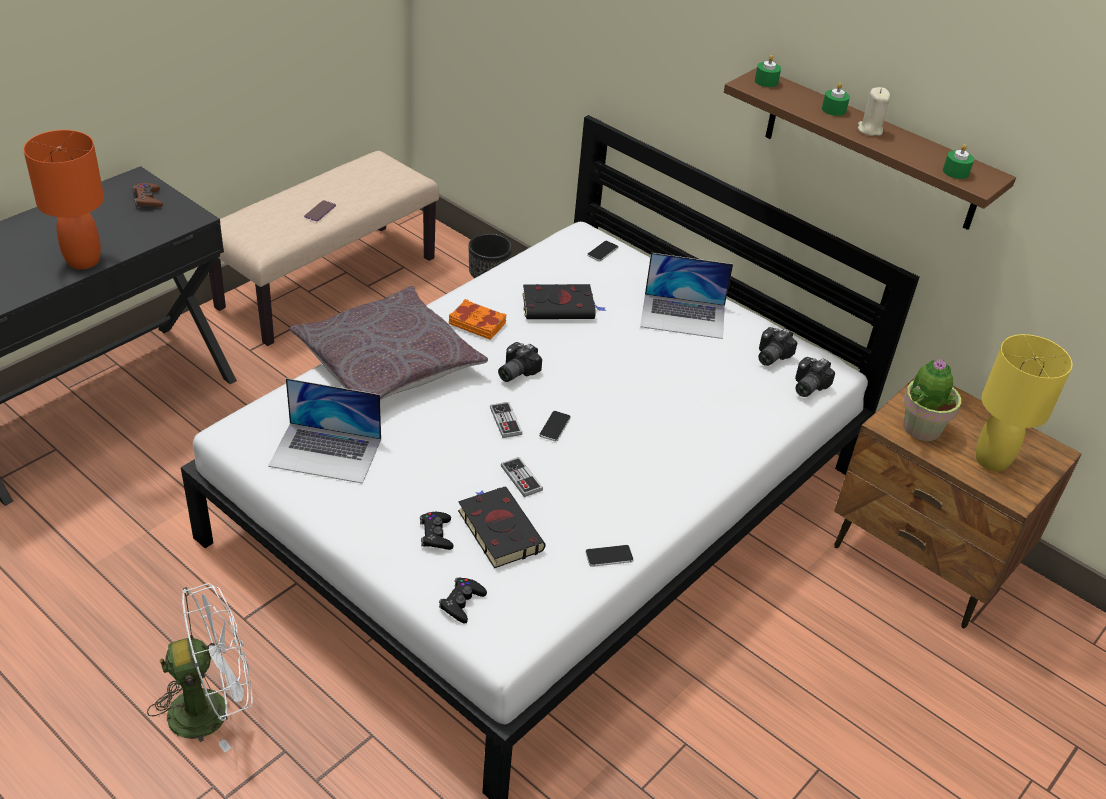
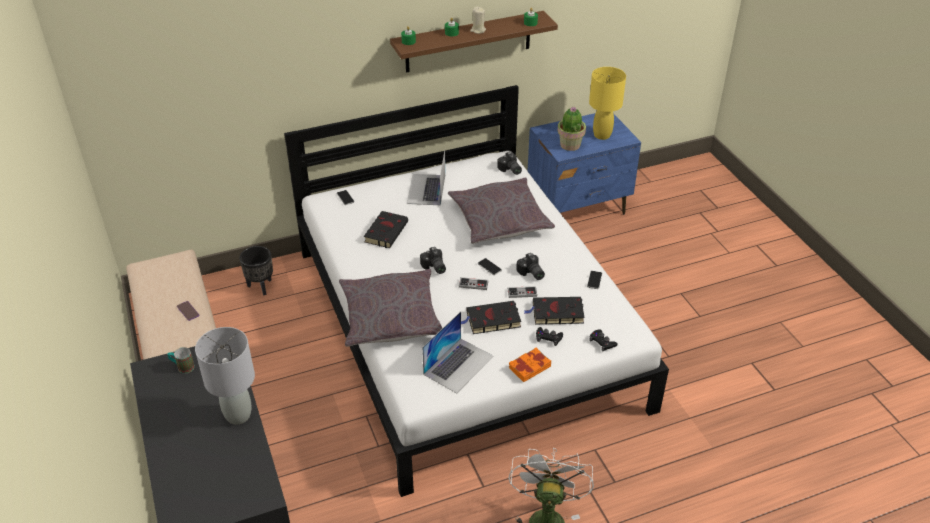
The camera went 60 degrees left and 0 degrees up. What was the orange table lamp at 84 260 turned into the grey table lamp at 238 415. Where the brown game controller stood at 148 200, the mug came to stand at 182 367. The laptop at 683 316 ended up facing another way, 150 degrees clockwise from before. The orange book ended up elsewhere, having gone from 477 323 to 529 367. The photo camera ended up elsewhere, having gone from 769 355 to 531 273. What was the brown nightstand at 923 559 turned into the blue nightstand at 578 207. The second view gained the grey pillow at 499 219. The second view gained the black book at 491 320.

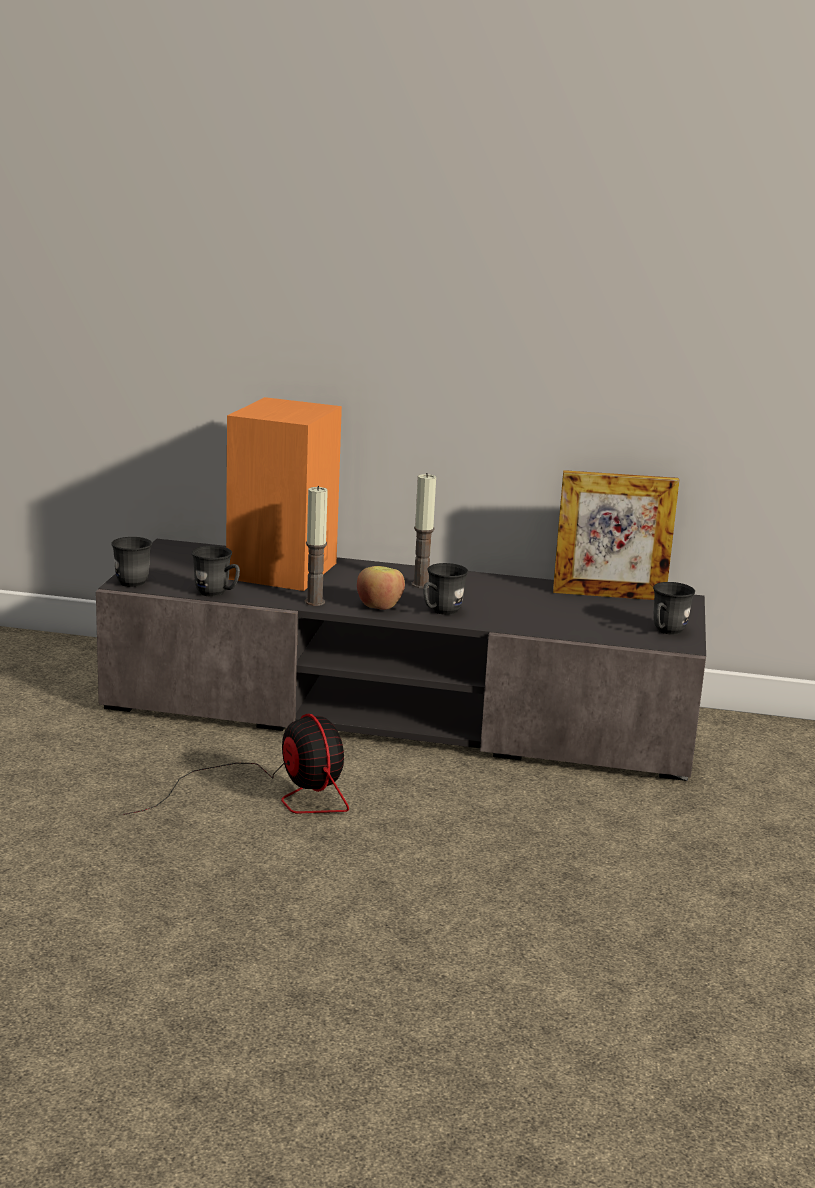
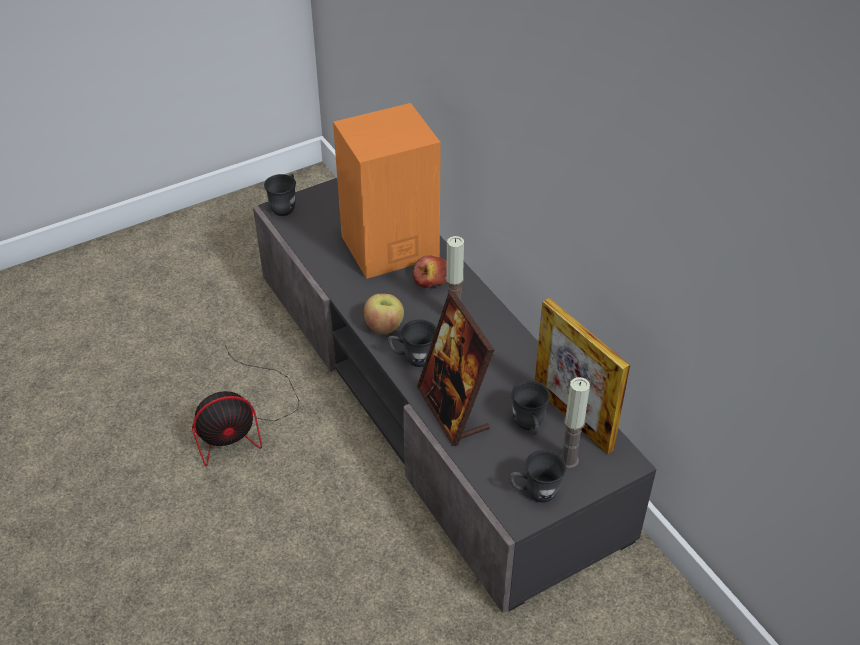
The camera went 50 degrees right and 25 degrees up. The candle ended up elsewhere, having gone from 314 602 to 568 460. The grey mug ended up elsewhere, having gone from 217 594 to 529 426. The fan at 272 795 ended up facing another way, 45 degrees clockwise from before. The second view gained the apple at 432 280. The second view gained the picture frame at 453 410.

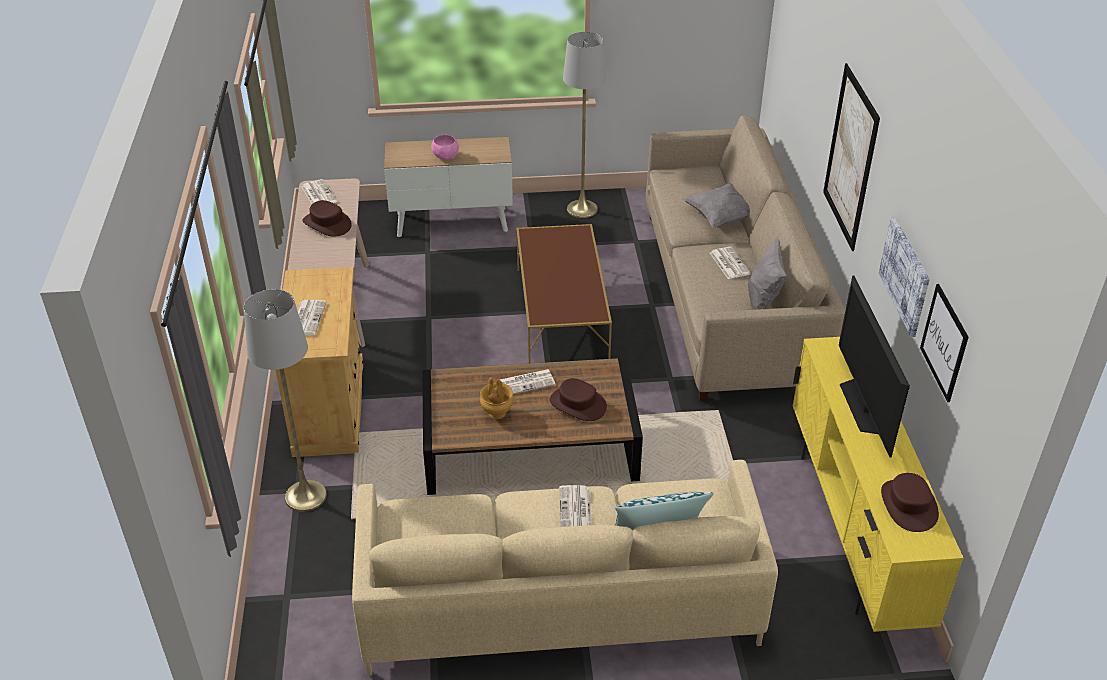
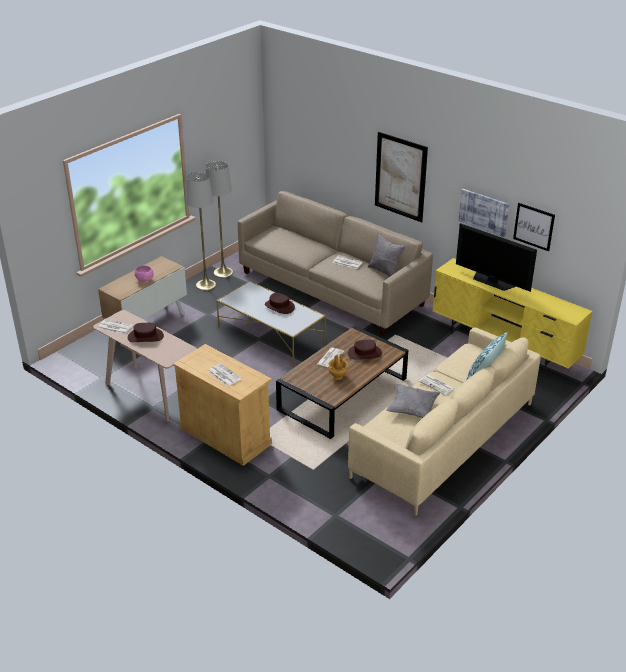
The camera went 45 degrees left and 5 degrees down. The grey pillow ended up elsewhere, having gone from 721 217 to 412 410. What was the brown coffee table at 561 316 turned into the white coffee table at 271 335. The grey floor lamp ended up elsewhere, having gone from 305 496 to 223 273. The brown hat ended up elsewhere, having gone from 908 505 to 279 306.

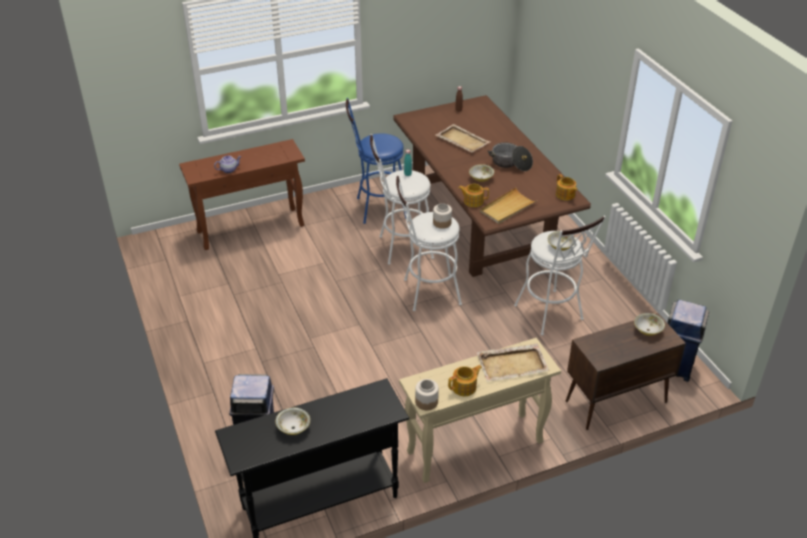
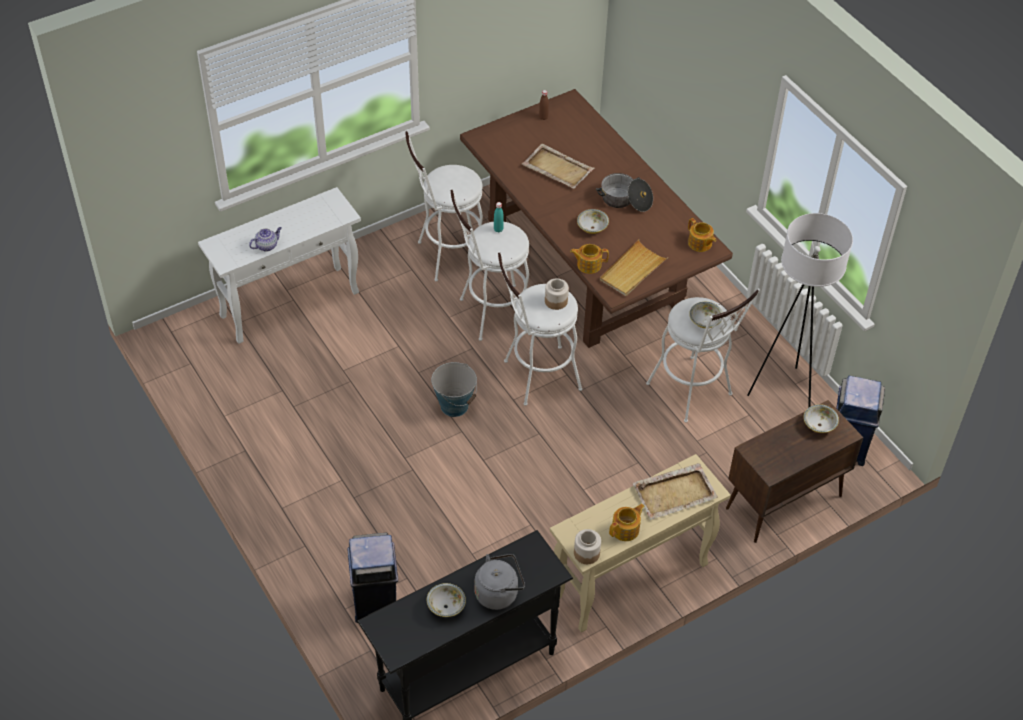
The camera went 10 degrees left and 10 degrees up. What was the blue stool at 376 208 turned into the white stool at 447 256. What was the brown console table at 251 228 turned into the white console table at 290 304. The second view gained the white floor lamp at 783 392. The second view gained the bucket at 454 405. The second view gained the grey kettle at 499 593.

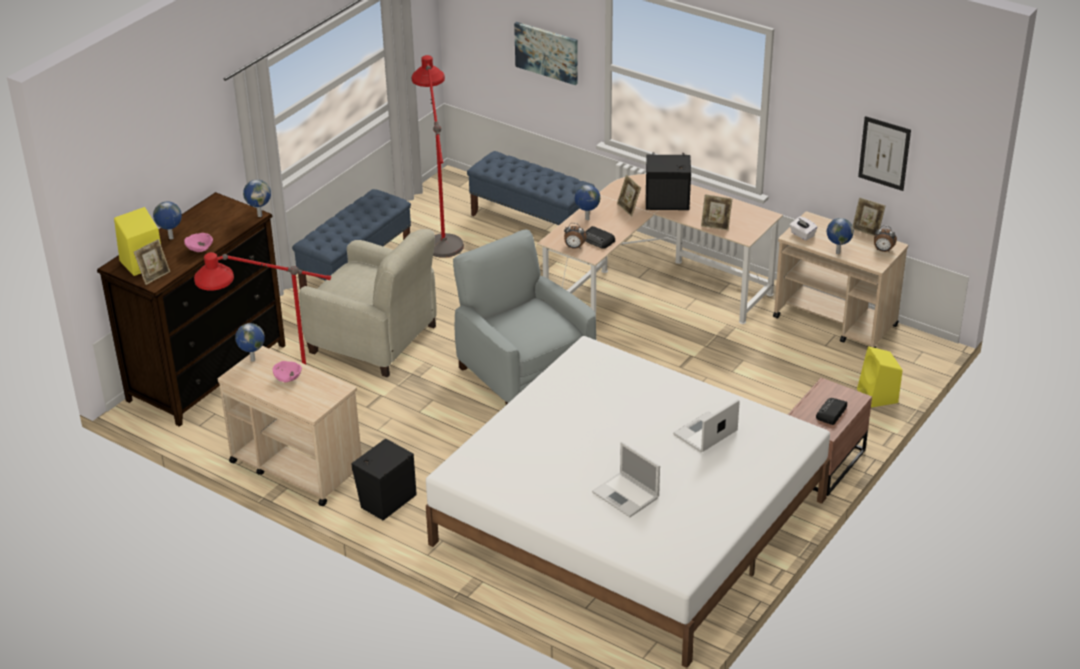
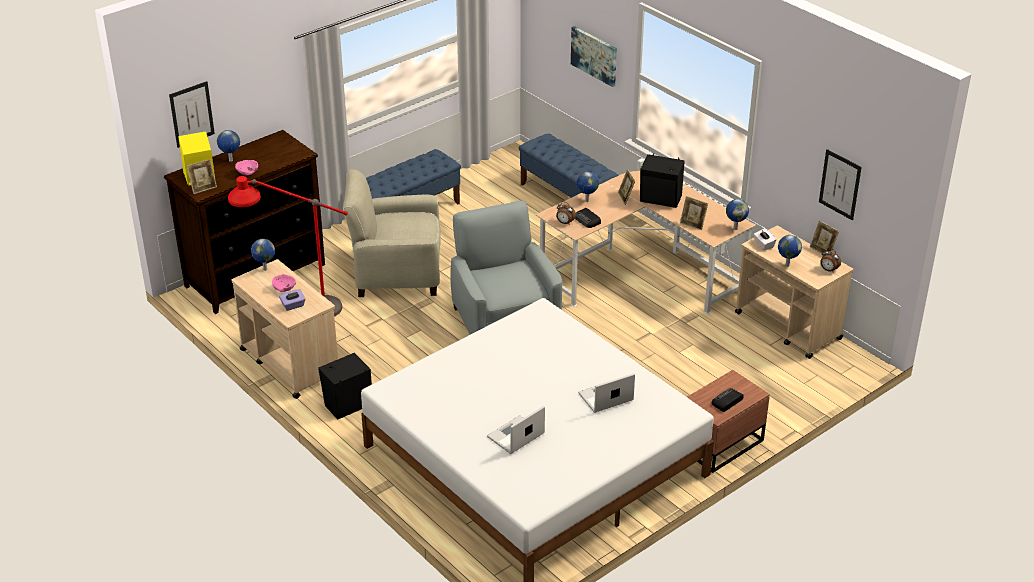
The camera went 15 degrees right and 0 degrees up. The second view lost the red floor lamp at 440 231. The globe ended up elsewhere, having gone from 260 215 to 735 228. The beige armchair at 374 340 ended up facing another way, 135 degrees clockwise from before. The second view lost the yellow speaker at 878 396. The laptop at 626 495 ended up facing another way, 75 degrees clockwise from before. The second view gained the picture at 191 114. The second view gained the purple tissue box at 293 305.

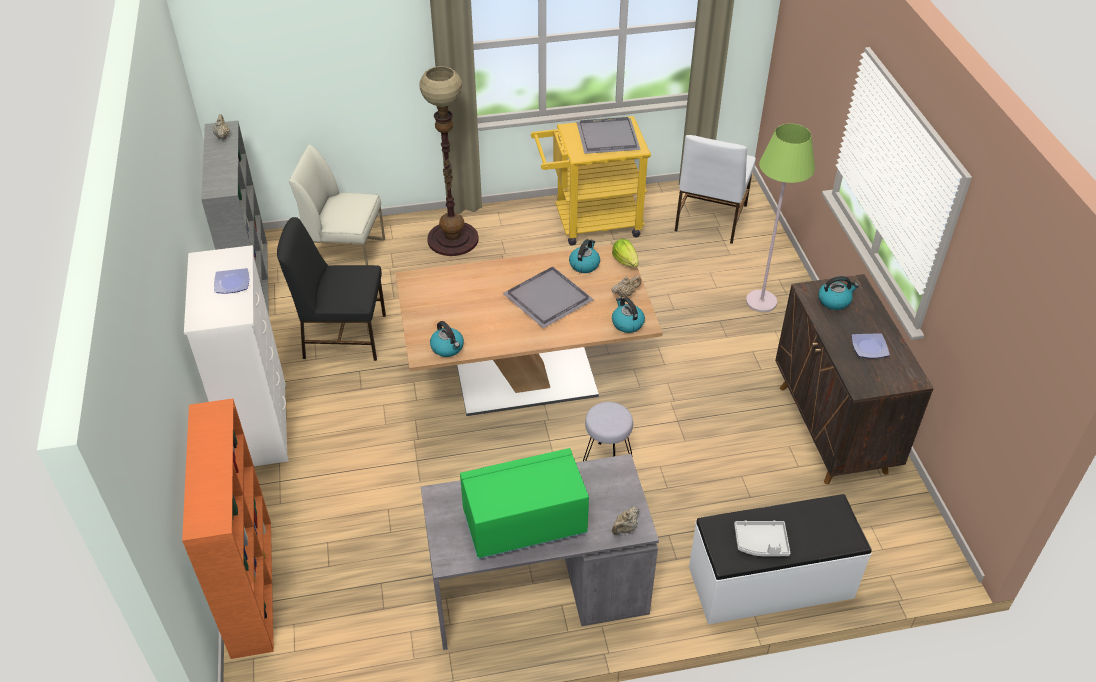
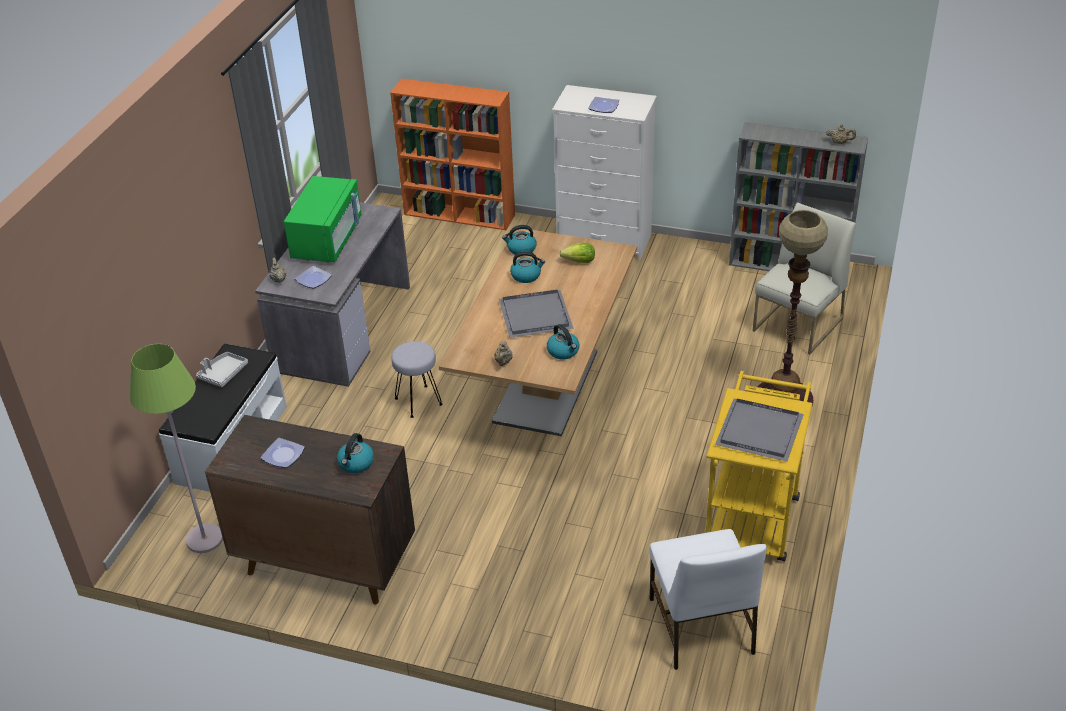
The camera went 120 degrees right and 5 degrees down. The green floor lamp ended up elsewhere, having gone from 761 302 to 204 539. The white chair at 710 218 ended up facing another way, 150 degrees counterclockwise from before. The second view lost the black chair at 343 335. The lettuce ended up elsewhere, having gone from 625 261 to 579 261. The kettle ended up elsewhere, having gone from 627 323 to 526 275. The second view gained the plate at 314 279.

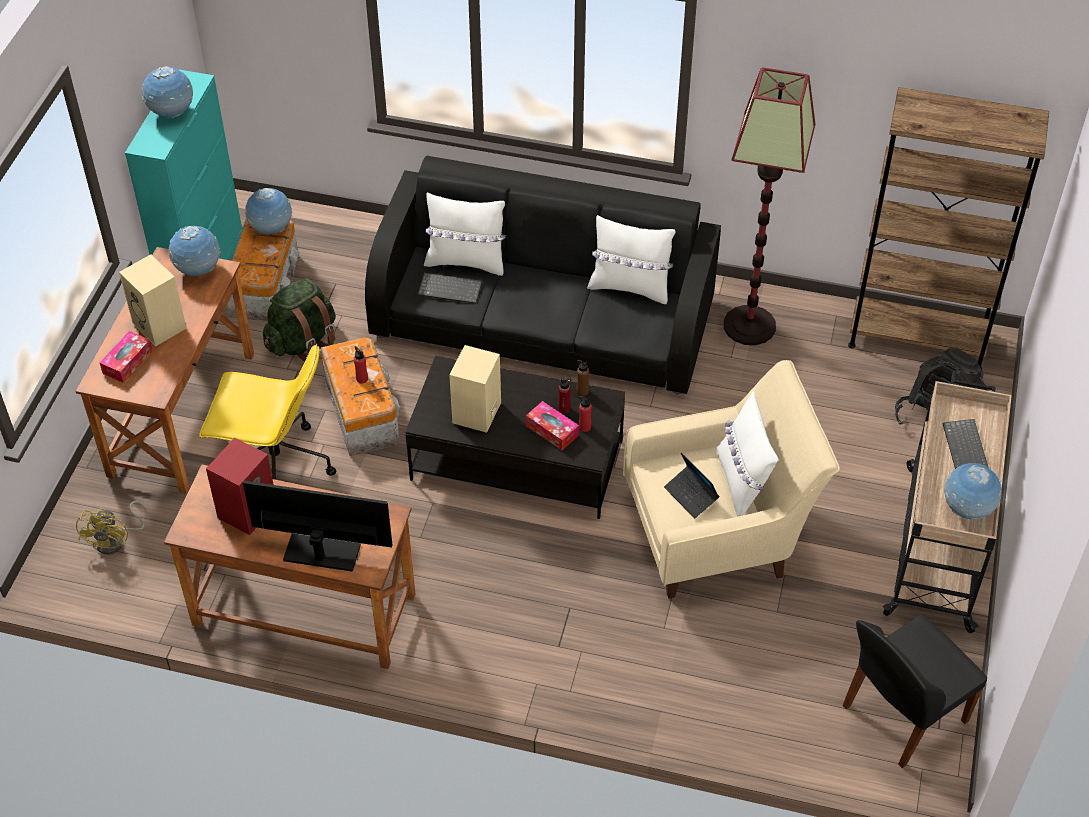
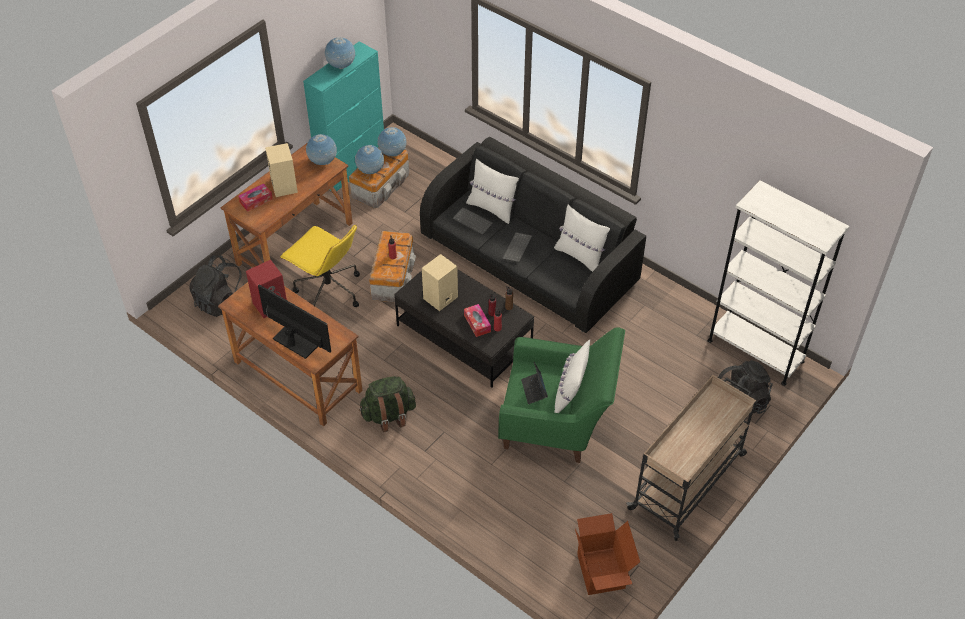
The camera went 25 degrees right and 0 degrees up. The second view lost the floor lamp at 750 325. What was the brown bookcase at 917 338 turned into the white bookcase at 755 351. The green backpack ended up elsewhere, having gone from 302 342 to 388 415. What was the beige armchair at 719 532 turned into the green armchair at 557 422. The keyboard ended up elsewhere, having gone from 966 449 to 518 249. The globe ended up elsewhere, having gone from 967 509 to 370 171. Where the yellow fan stood at 116 540, the black backpack came to stand at 221 301. Where the black chair stood at 901 715, the cardboard box came to stand at 602 571.

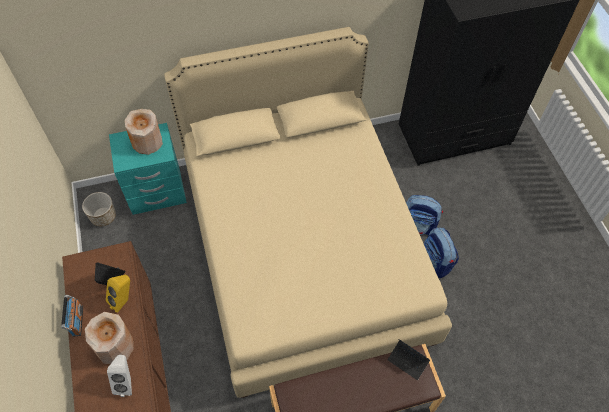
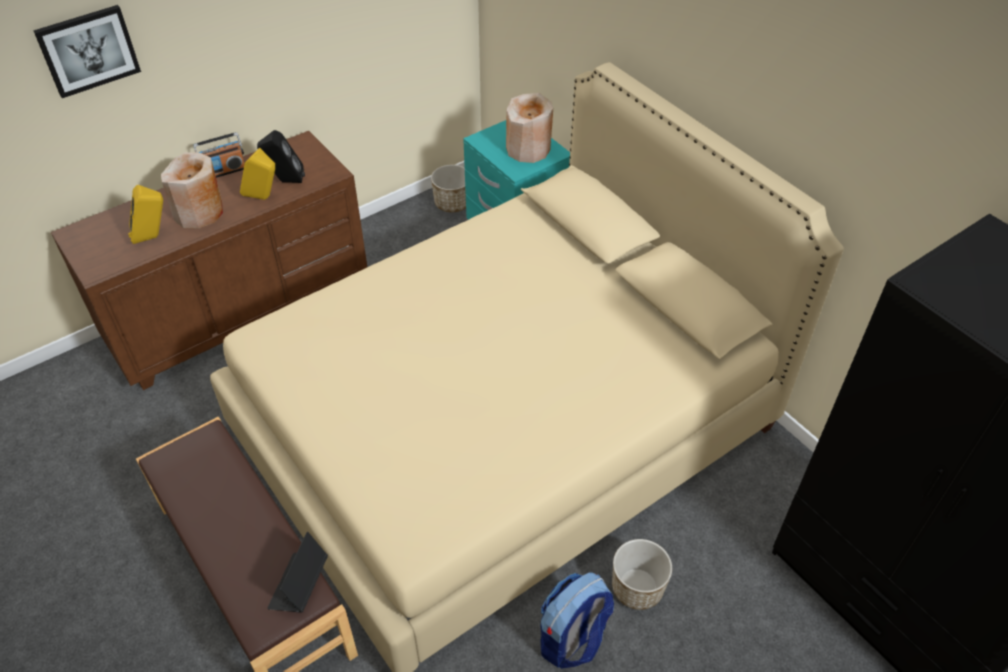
The camera went 70 degrees right and 10 degrees down. Where the backpack stood at 418 225, the planter came to stand at 637 588. What was the white speaker at 126 382 turned into the yellow speaker at 153 237. The second view gained the picture at 88 50.

